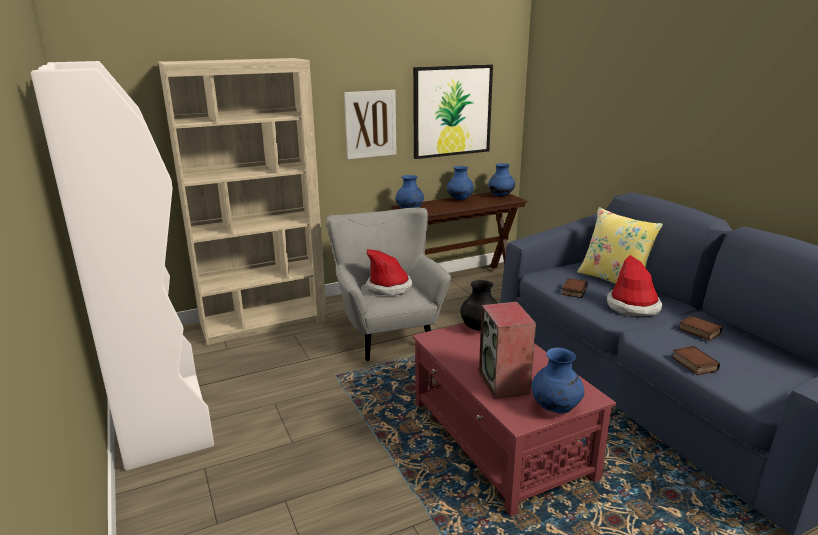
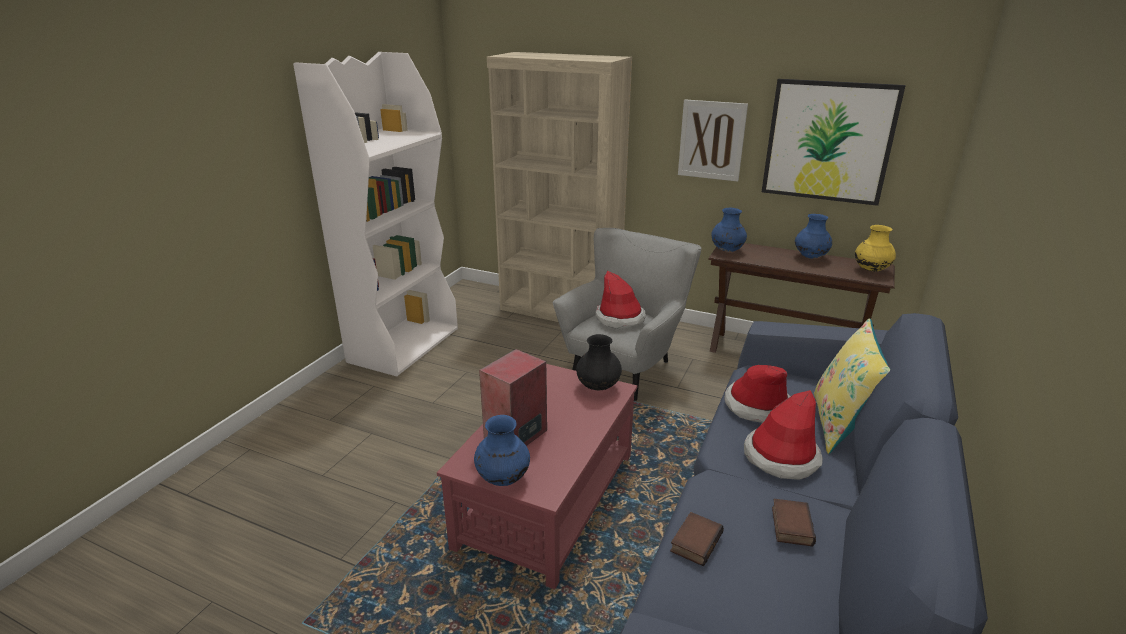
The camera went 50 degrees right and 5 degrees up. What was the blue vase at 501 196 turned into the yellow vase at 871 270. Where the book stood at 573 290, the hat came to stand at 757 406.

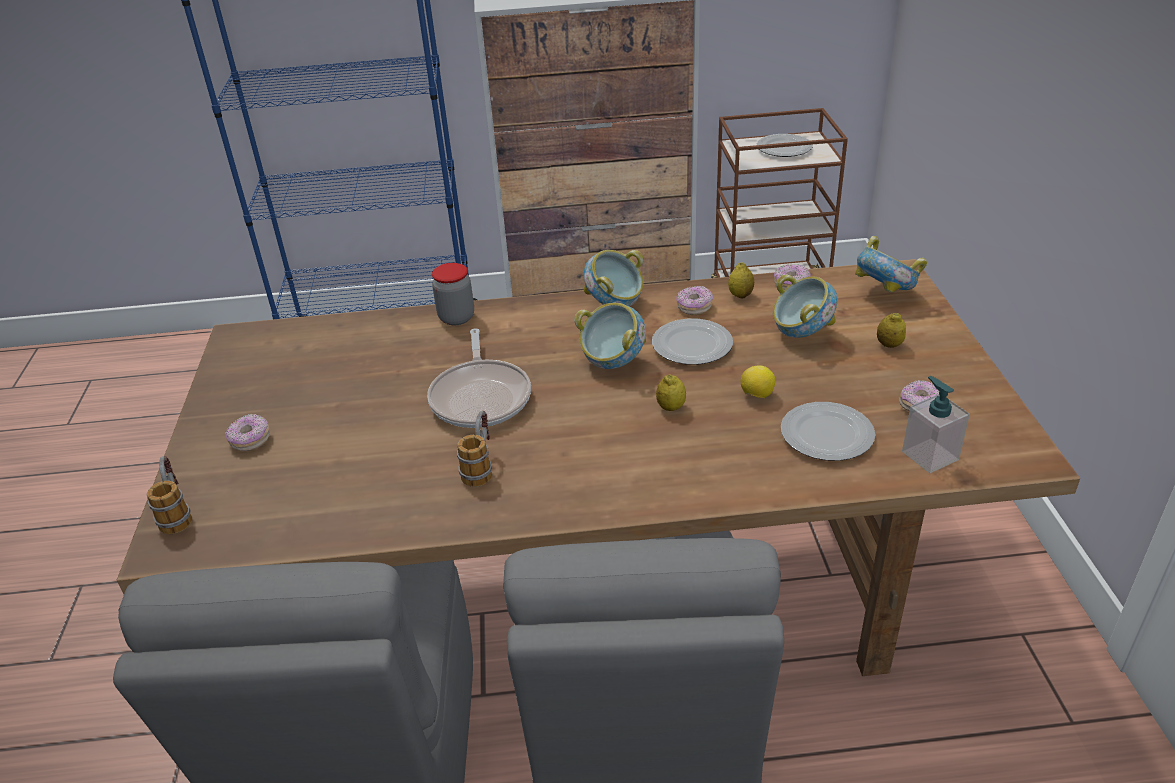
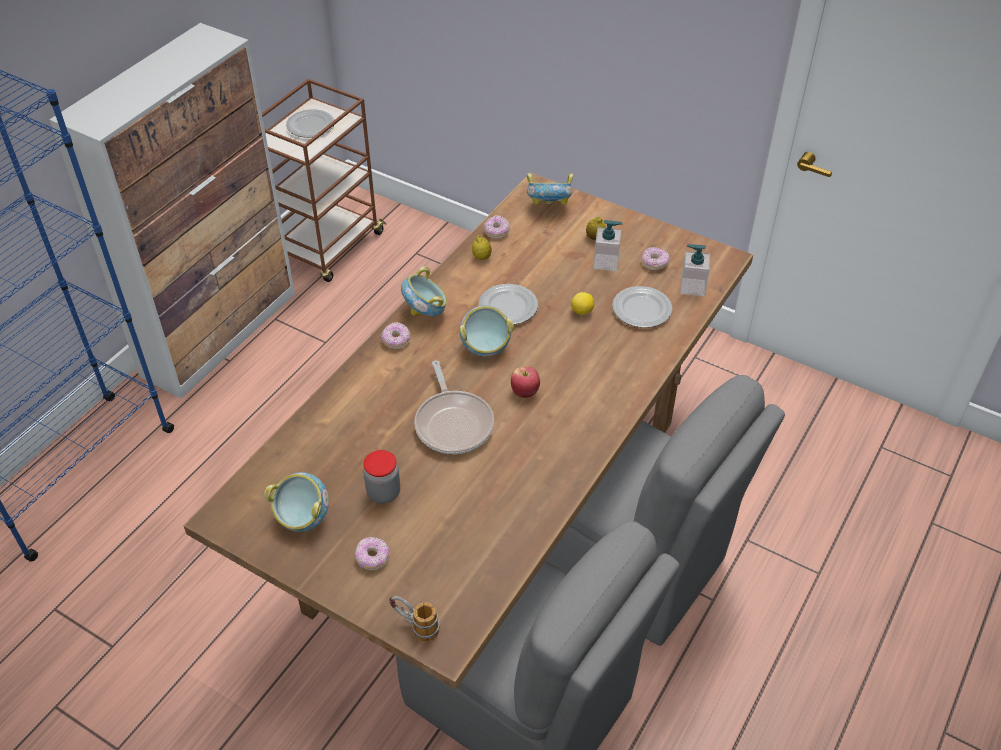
The camera went 55 degrees left and 10 degrees up. The jar ended up elsewhere, having gone from 456 318 to 383 493. The bowl ended up elsewhere, having gone from 801 333 to 302 518. The donut ended up elsewhere, having gone from 694 307 to 396 341. The frying pan at 481 397 ended up facing another way, 45 degrees clockwise from before. The second view lost the lemon at 671 407. The second view lost the mug at 480 466. The second view gained the soap dispenser at 606 262. The second view gained the apple at 525 392.

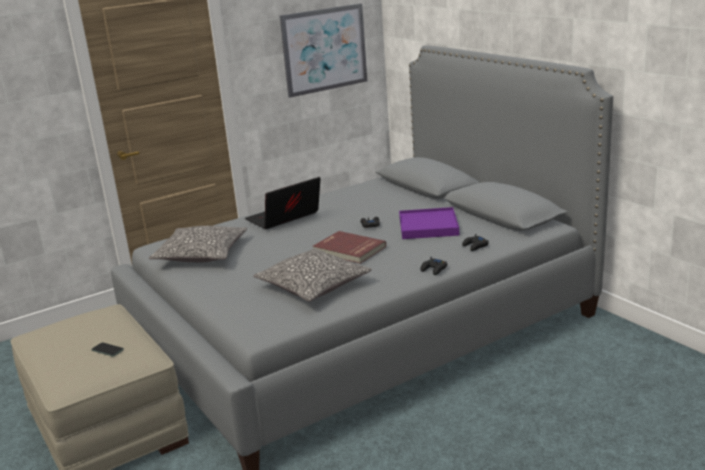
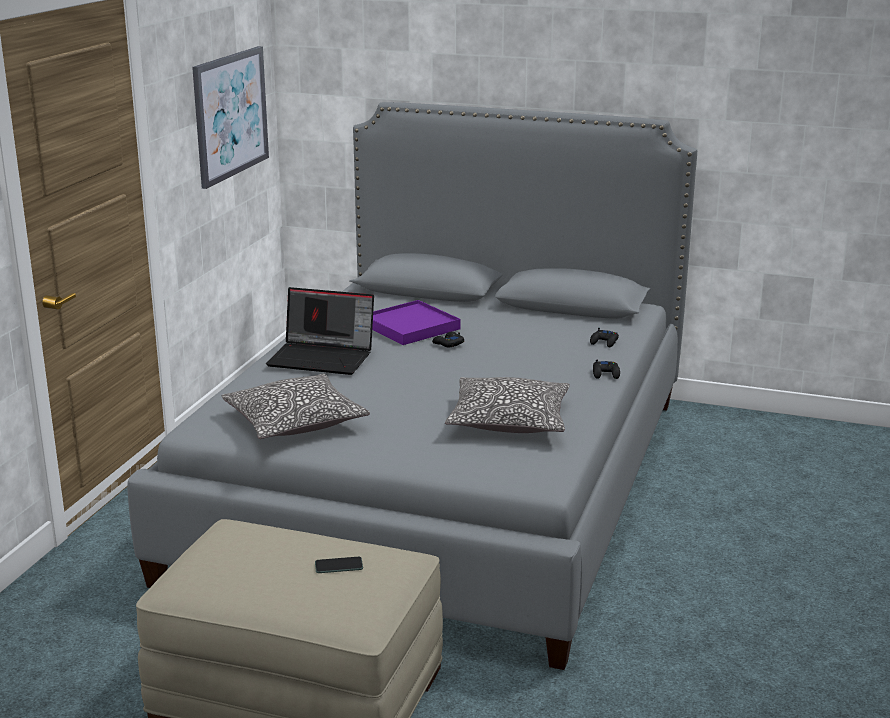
The camera went 40 degrees left and 0 degrees up. The laptop at 283 218 ended up facing another way, 90 degrees counterclockwise from before. The purple tray ended up elsewhere, having gone from 428 226 to 411 326. The second view lost the red book at 348 250.

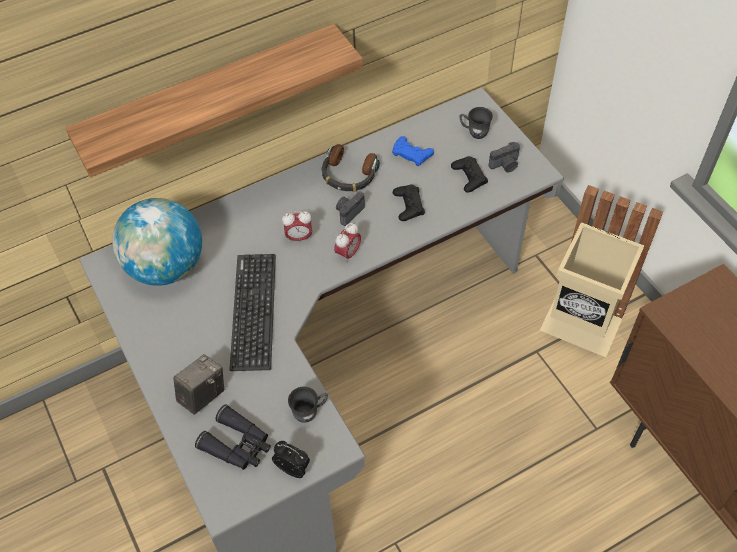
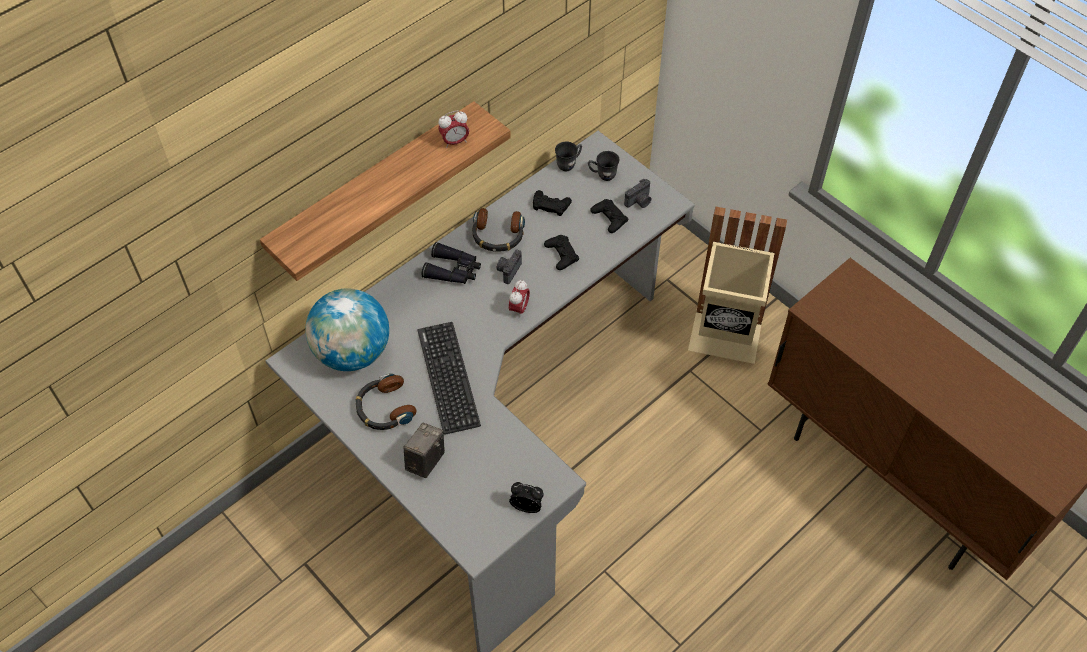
The camera went 15 degrees left and 0 degrees up. What was the blue game controller at 411 153 turned into the black game controller at 550 205. The alarm clock ended up elsewhere, having gone from 299 237 to 454 142. The grey mug ended up elsewhere, having gone from 310 412 to 569 164. The black binoculars ended up elsewhere, having gone from 238 445 to 453 270. The second view gained the headphones at 384 408.

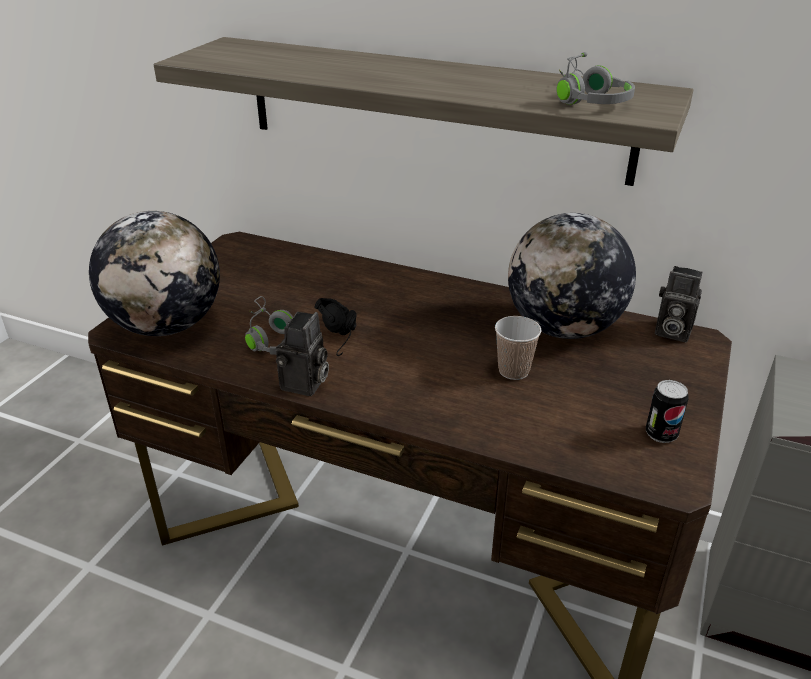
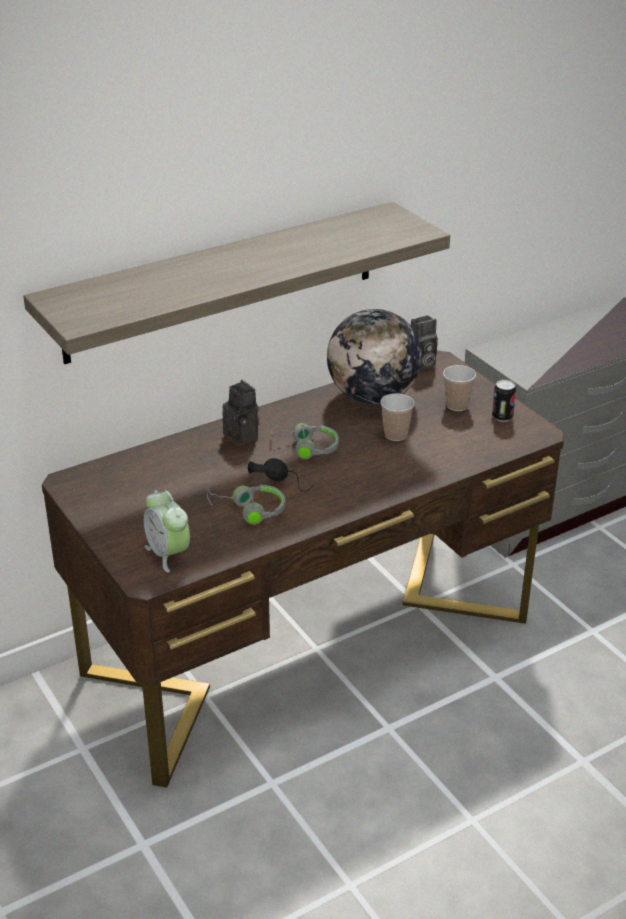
The camera went 55 degrees left and 0 degrees up. The grey headphones ended up elsewhere, having gone from 587 99 to 305 447. Where the globe stood at 167 326, the alarm clock came to stand at 168 554. The photo camera ended up elsewhere, having gone from 305 385 to 243 436. The second view gained the cup at 457 405.

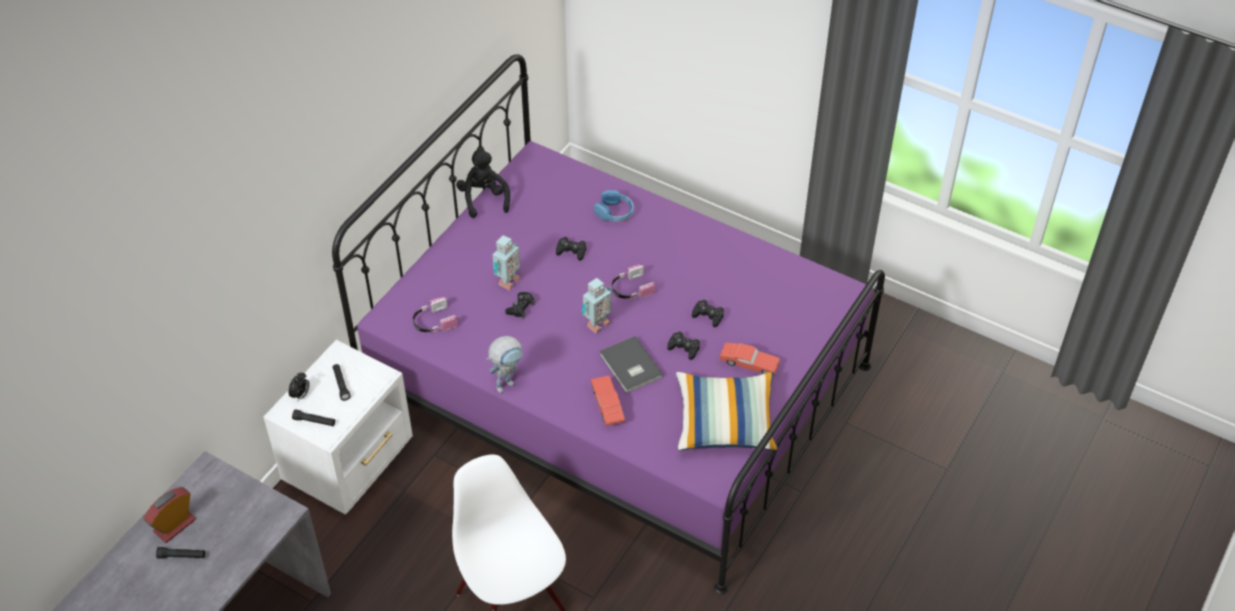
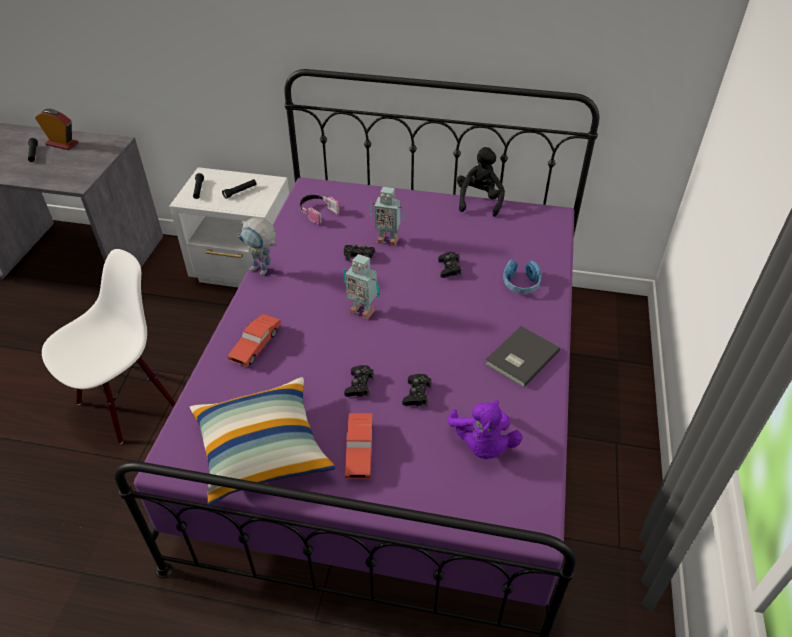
The camera went 70 degrees right and 5 degrees down. The black plush toy at 484 198 ended up facing another way, 45 degrees counterclockwise from before. The second view lost the headphones at 630 289. The grey book ended up elsewhere, having gone from 630 367 to 520 357. The second view lost the alarm clock at 301 395. The red toy car at 607 406 ended up facing another way, 150 degrees clockwise from before. The second view gained the purple plush toy at 482 445.

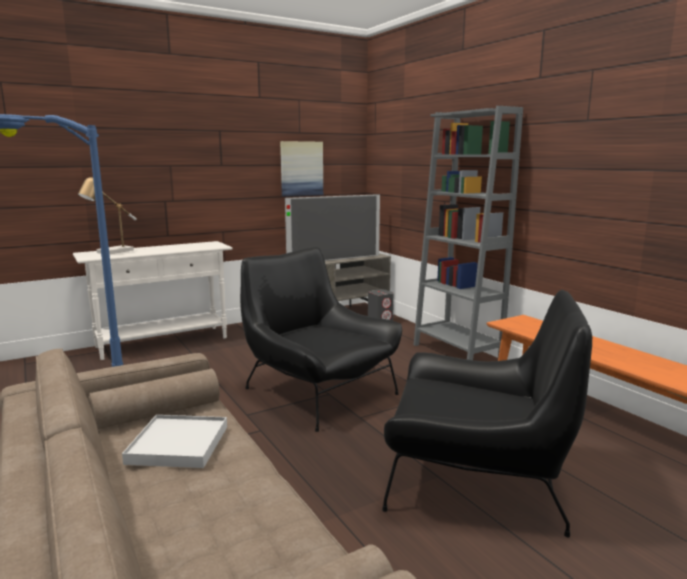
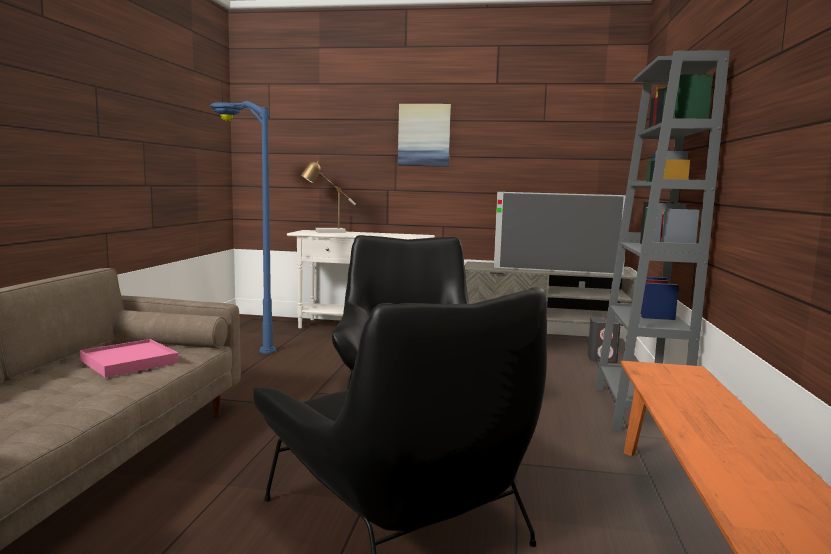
The camera went 40 degrees right and 5 degrees down. The picture ended up elsewhere, having gone from 301 168 to 424 135. What was the white tray at 178 444 turned into the pink tray at 130 362.

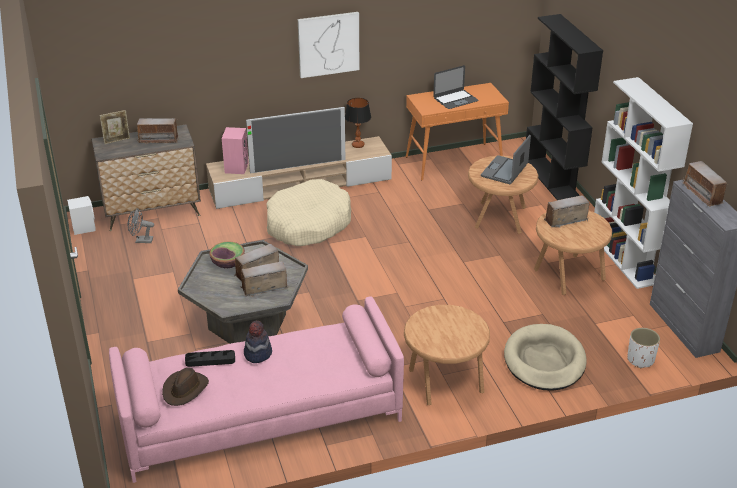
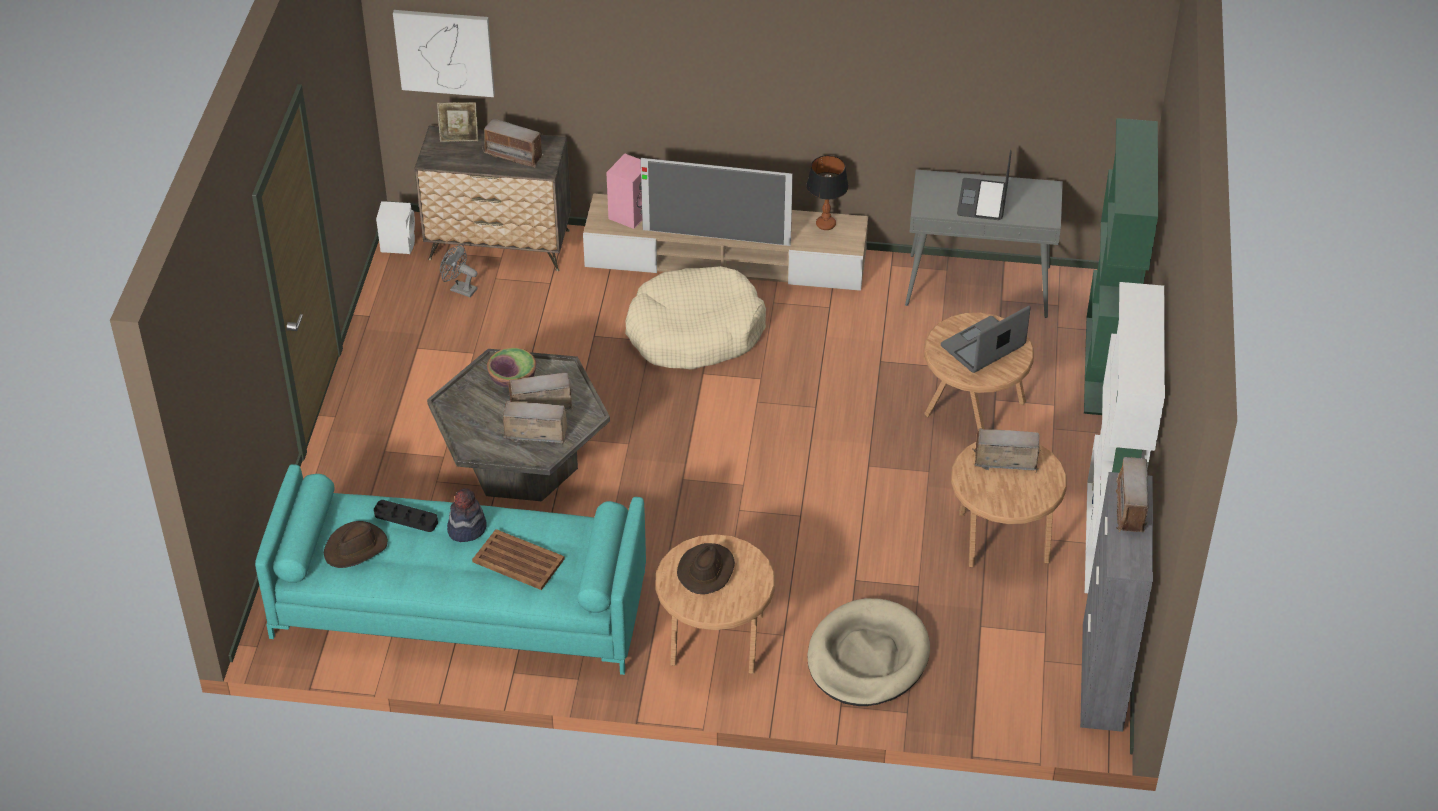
The camera went 25 degrees right and 10 degrees up. The picture ended up elsewhere, having gone from 328 44 to 445 52. What was the black bookcase at 553 180 turned into the green bookcase at 1105 366. The laptop at 455 99 ended up facing another way, 105 degrees clockwise from before. What was the orange console table at 454 161 turned into the grey console table at 979 286. What was the pink sofa at 260 416 turned into the turquoise sofa at 459 604. The second view lost the white planter at 640 360. The second view gained the brown tray at 519 561. The second view gained the brown hat at 706 570.

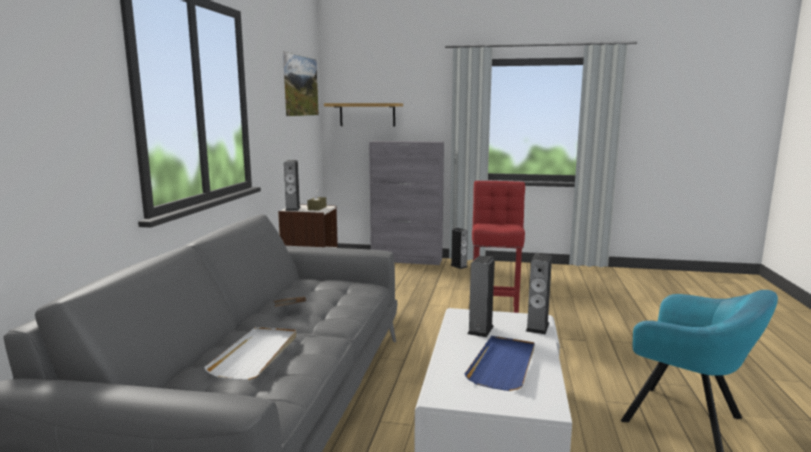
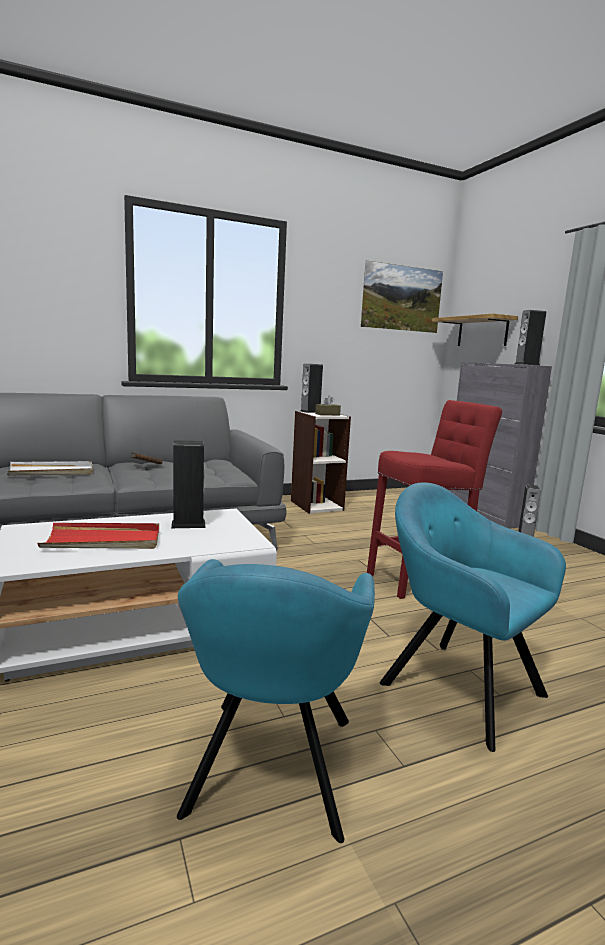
The camera went 55 degrees right and 0 degrees up. The speaker ended up elsewhere, having gone from 537 327 to 527 364. What was the blue tray at 503 365 turned into the red tray at 103 541. The second view gained the turquoise armchair at 456 685.

